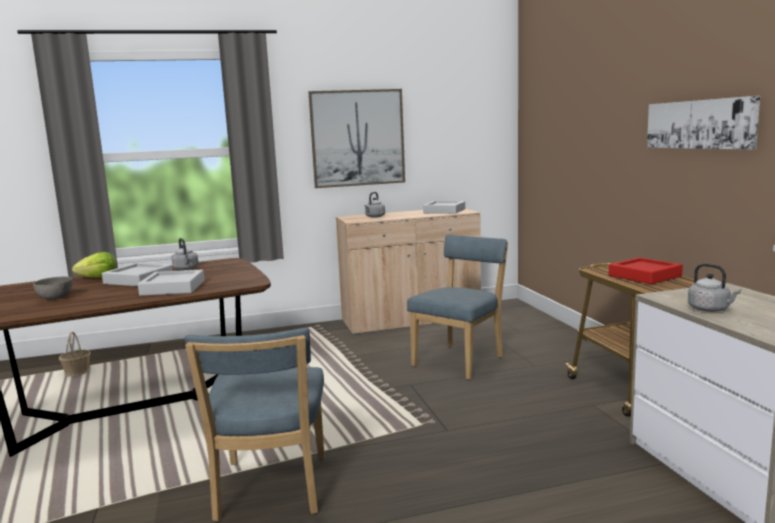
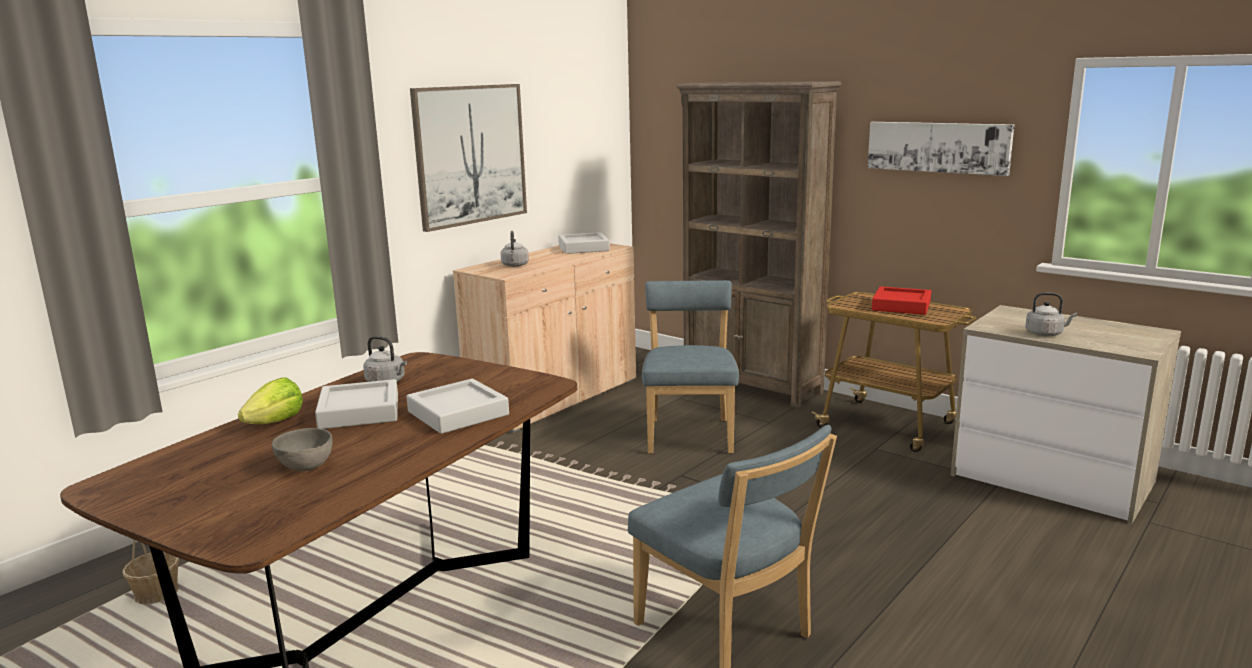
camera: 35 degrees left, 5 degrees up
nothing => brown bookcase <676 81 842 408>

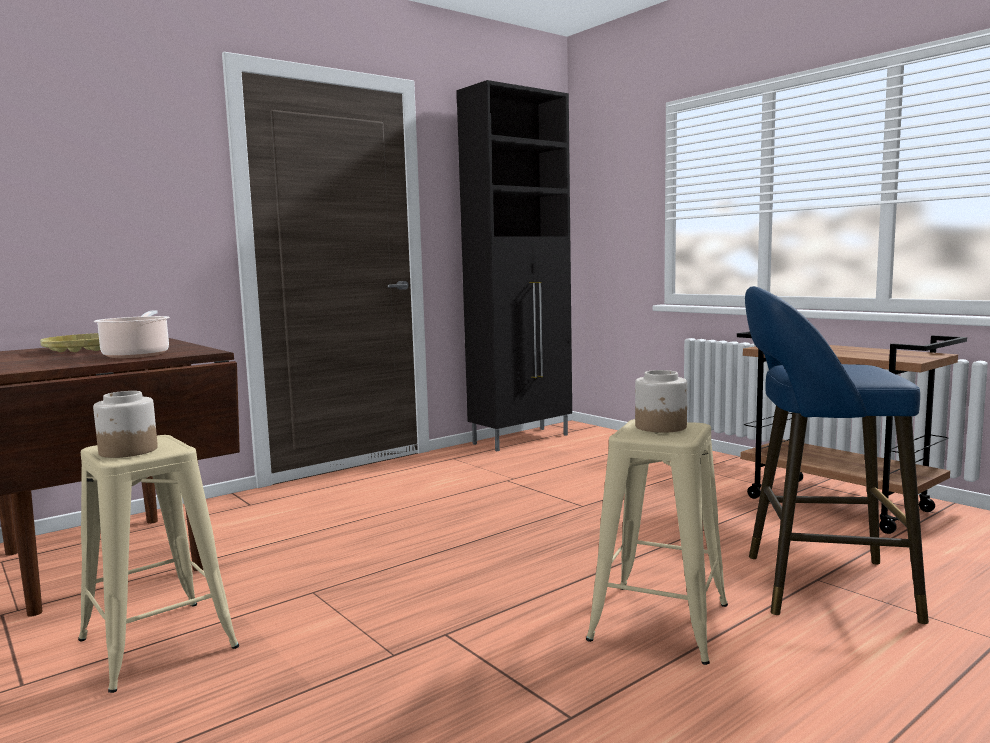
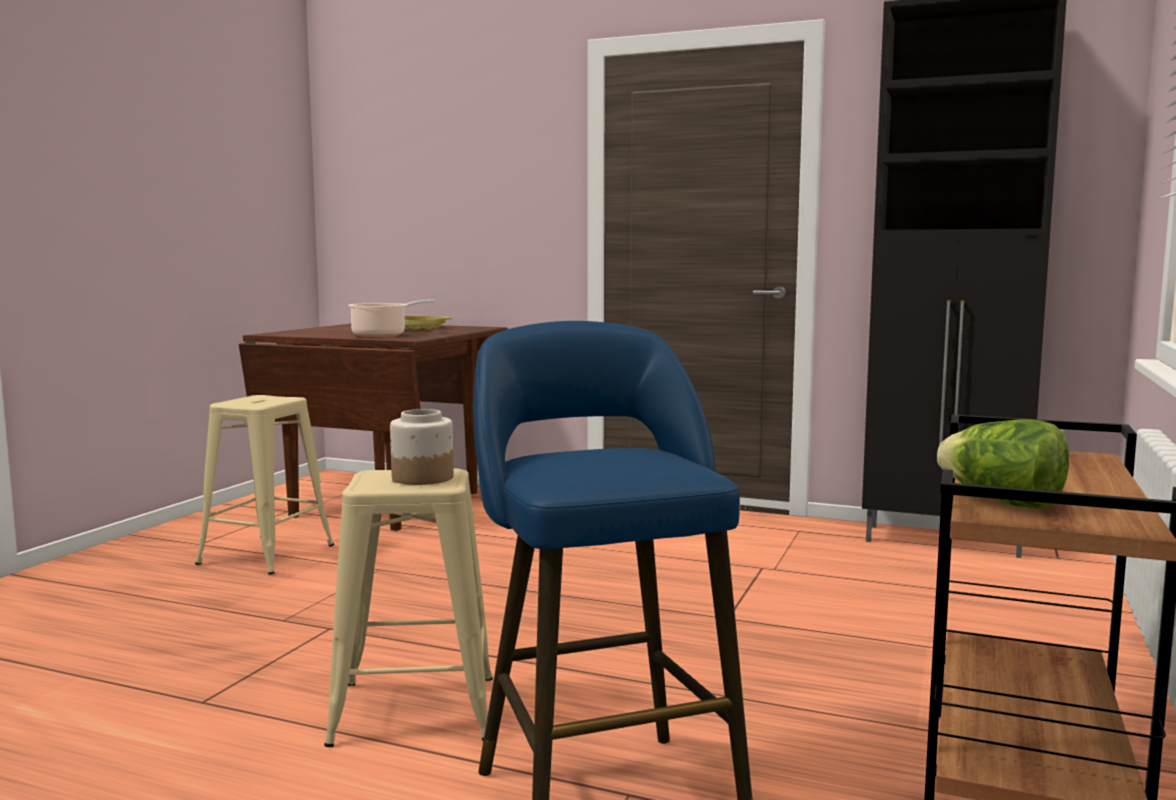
camera: 60 degrees right, 0 degrees up
nothing => lettuce head <937 419 1069 509>
jar <93 391 158 458> => nothing

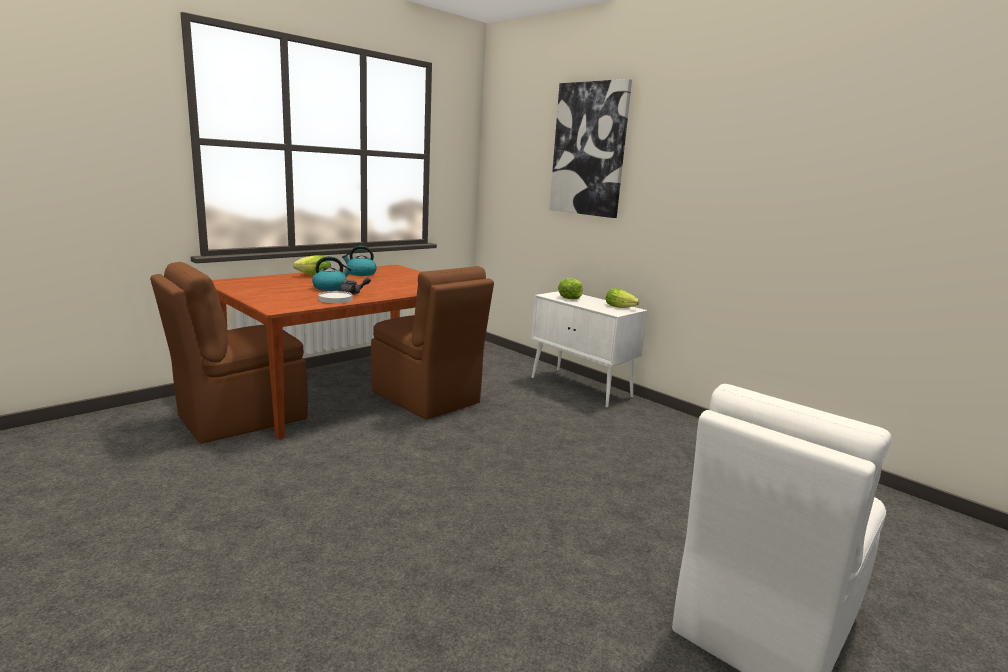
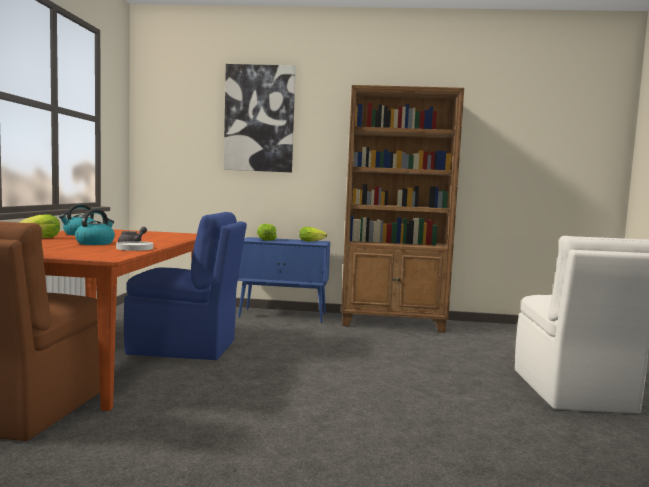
camera: 40 degrees left, 10 degrees down
brown chair <371 266 494 420> => blue chair <124 212 247 360>
white-coloured cupboard <531 291 648 408> => blue cupboard <238 237 330 323>
nothing => brown bookcase <341 85 464 332>

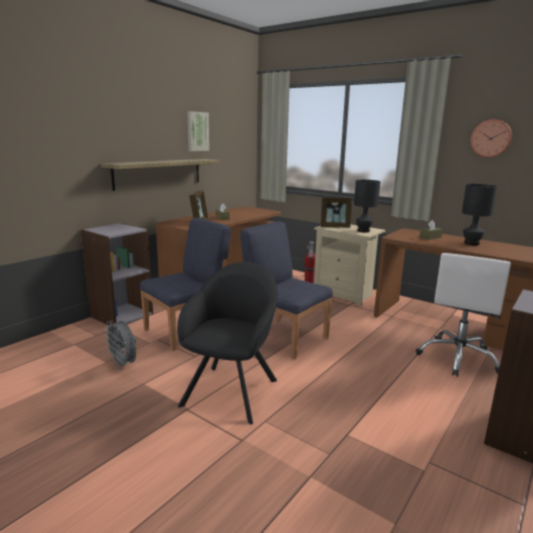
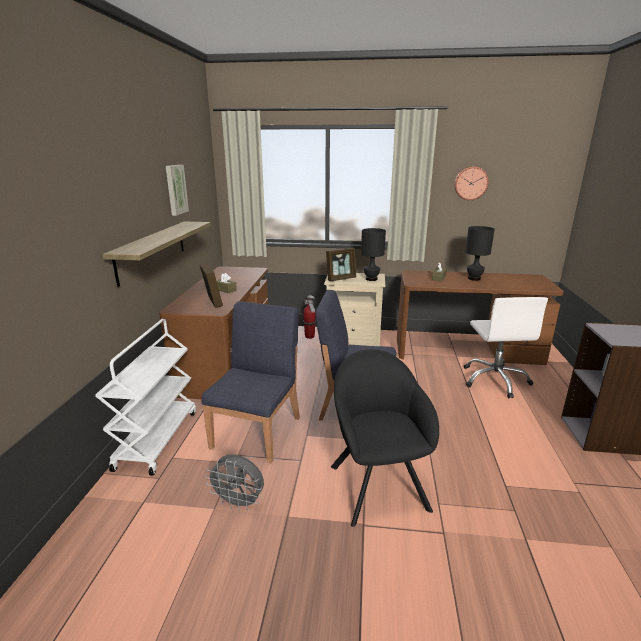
camera: 30 degrees left, 5 degrees up
gray bookcase <81 223 153 325> => white-coloured wheeled cart <95 319 196 476>

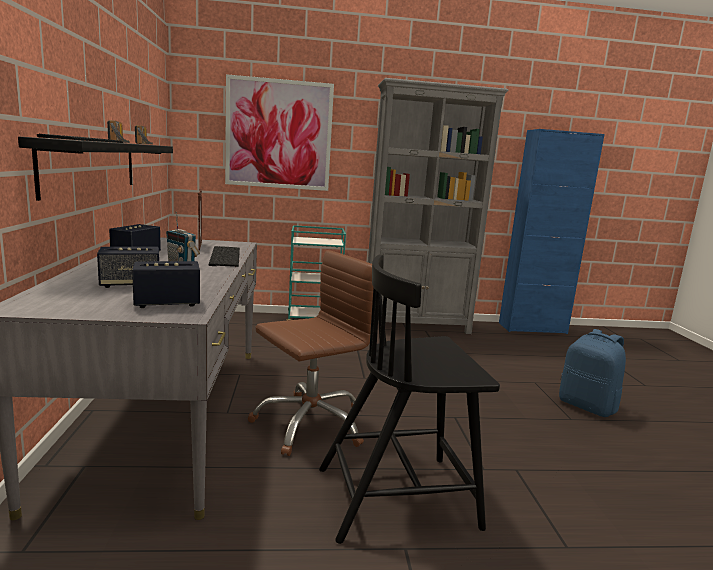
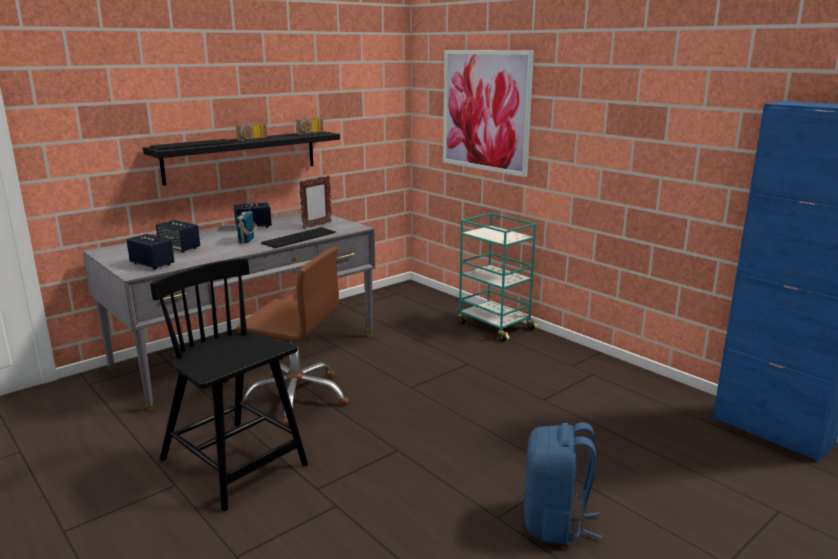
camera: 55 degrees right, 5 degrees up
gray bookcase <368 78 508 334> => nothing

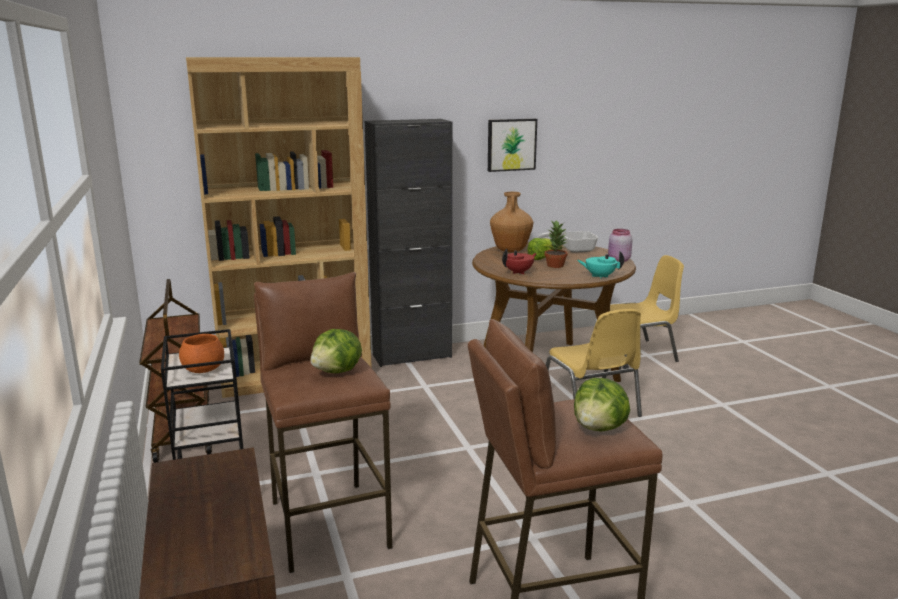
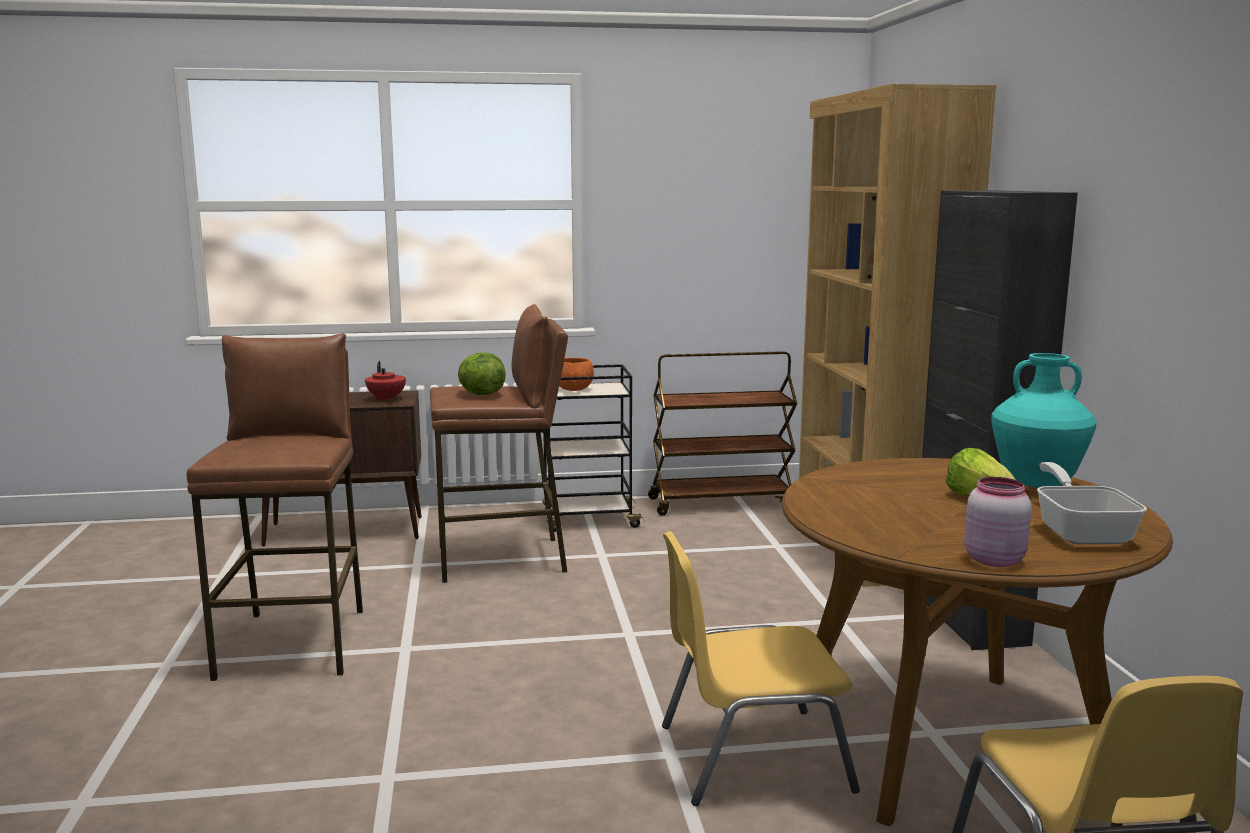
camera: 100 degrees right, 5 degrees down
red teapot <502 249 537 274> => red teapot <365 361 406 401>, move
brown decorative vase <490 192 533 253> => turquoise-coloured decorative vase <991 353 1097 488>
picture <488 119 537 172> => nothing
houseplant <545 220 568 268> => nothing
lettuce head <574 378 630 431> => nothing
turquoise-coloured teapot <577 251 624 278> => nothing

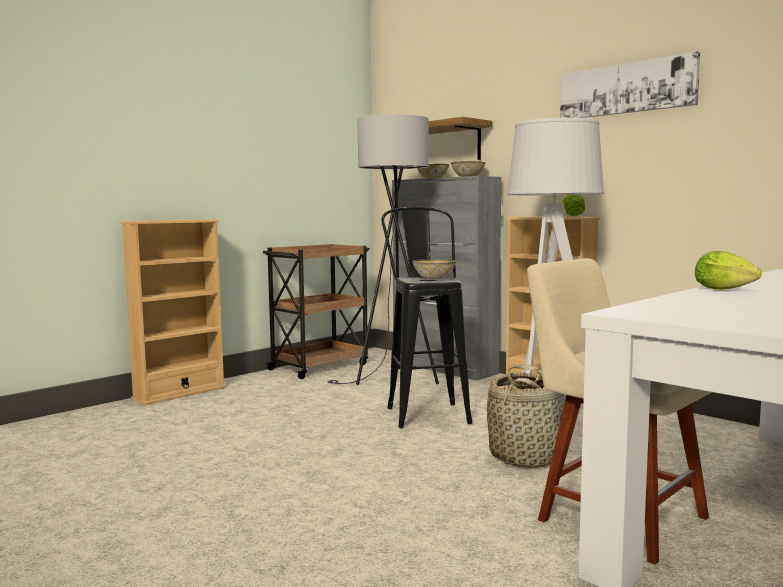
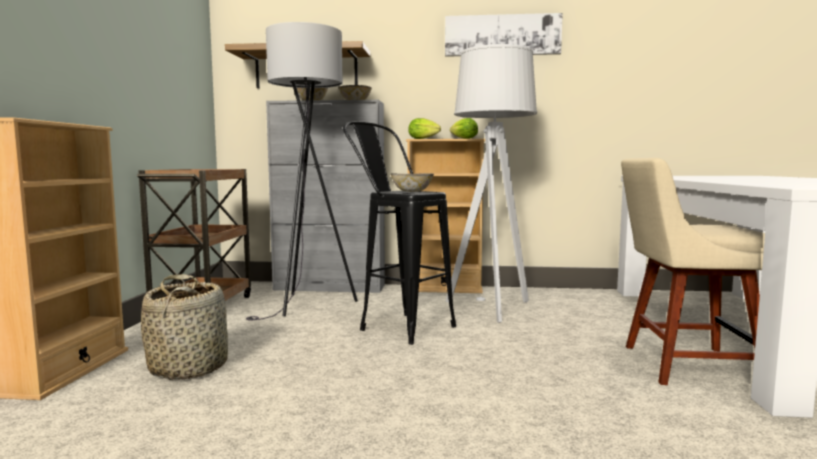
camera: 40 degrees left, 0 degrees up
basket <487 364 565 468> => basket <141 274 228 380>, move
lettuce head <695 251 762 290> => lettuce head <408 118 441 139>, move

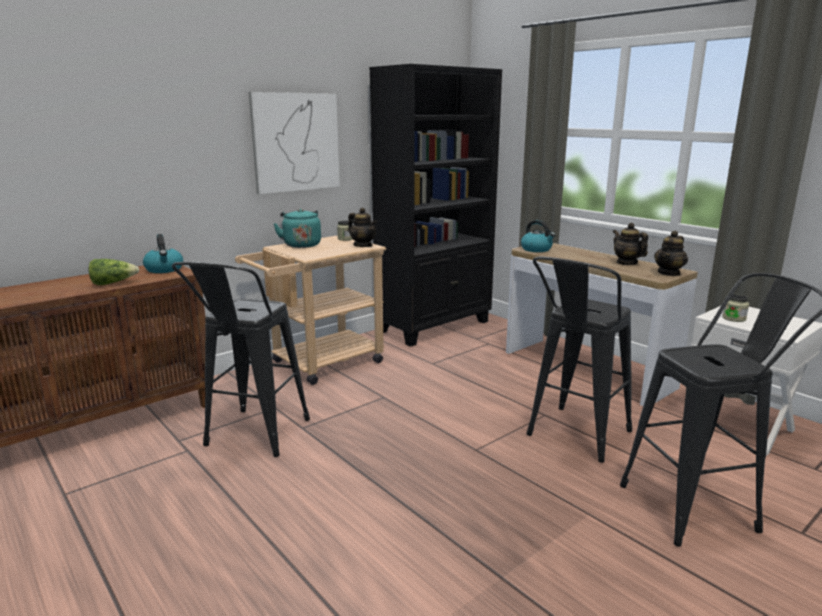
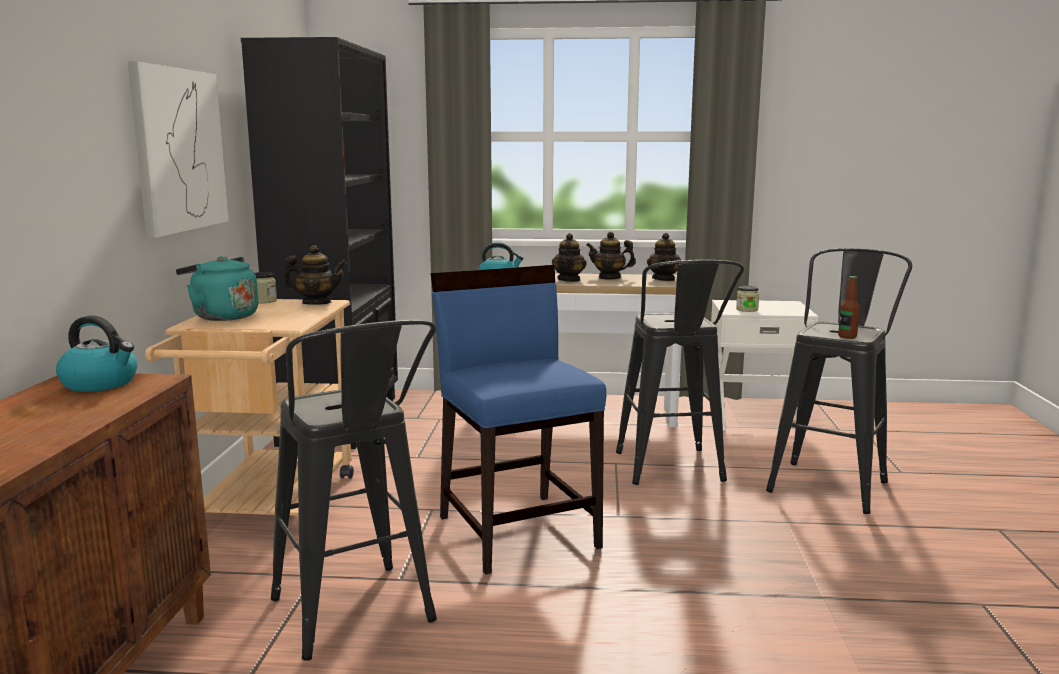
camera: 45 degrees left, 5 degrees down
nothing => blue chair <431 265 607 575>
nothing => teapot <552 233 587 282>
nothing => bottle <838 276 860 339>
lettuce head <89 259 139 285> => nothing

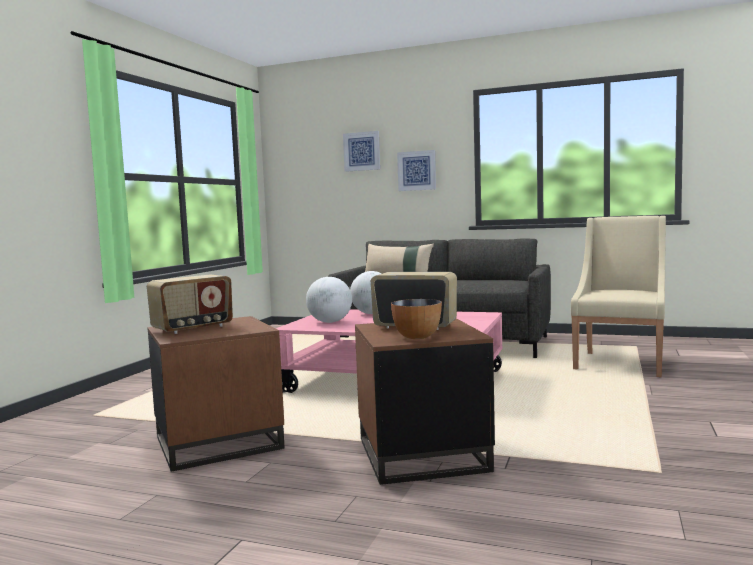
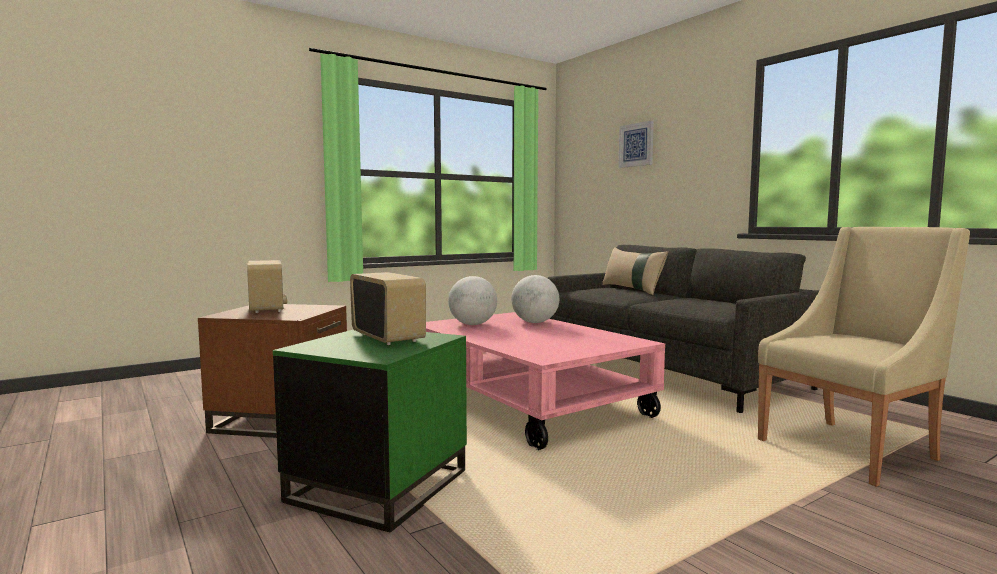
camera: 35 degrees right, 0 degrees up
radio set <147 275 233 334> => radio set <247 260 287 313>, 105 degrees counterclockwise
brown side table <355 318 495 485> => green-coloured side table <273 329 467 532>
bowl <391 299 442 339> => nothing
picture <397 150 436 191> => nothing

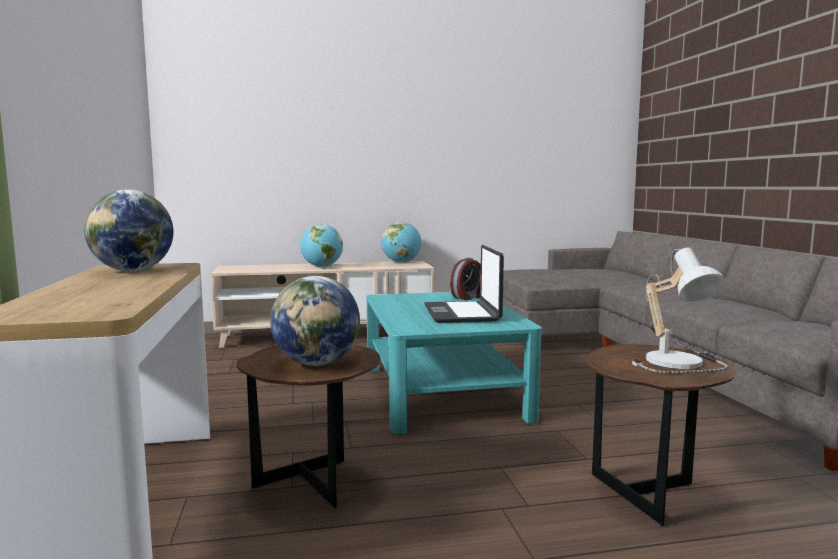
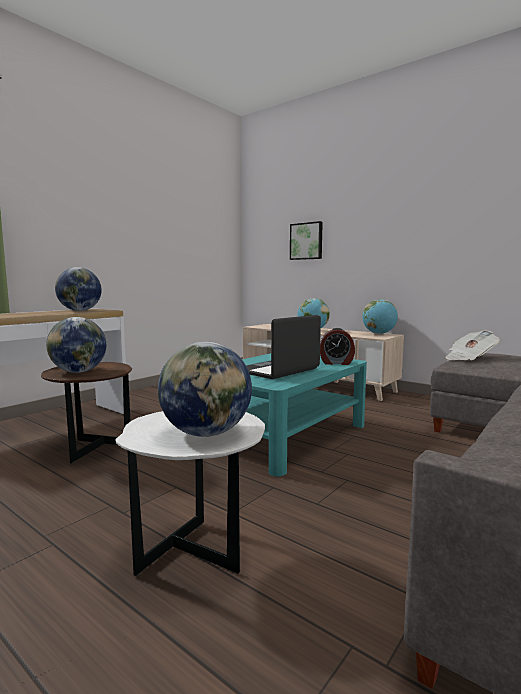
camera: 50 degrees right, 0 degrees up
brown side table <586 344 735 526> => white-coloured side table <115 411 265 576>
tabletop lamp <632 247 728 374> => world globe <158 342 252 437>
nothing => picture <290 221 323 260>
nothing => printed paper <445 330 500 360>

